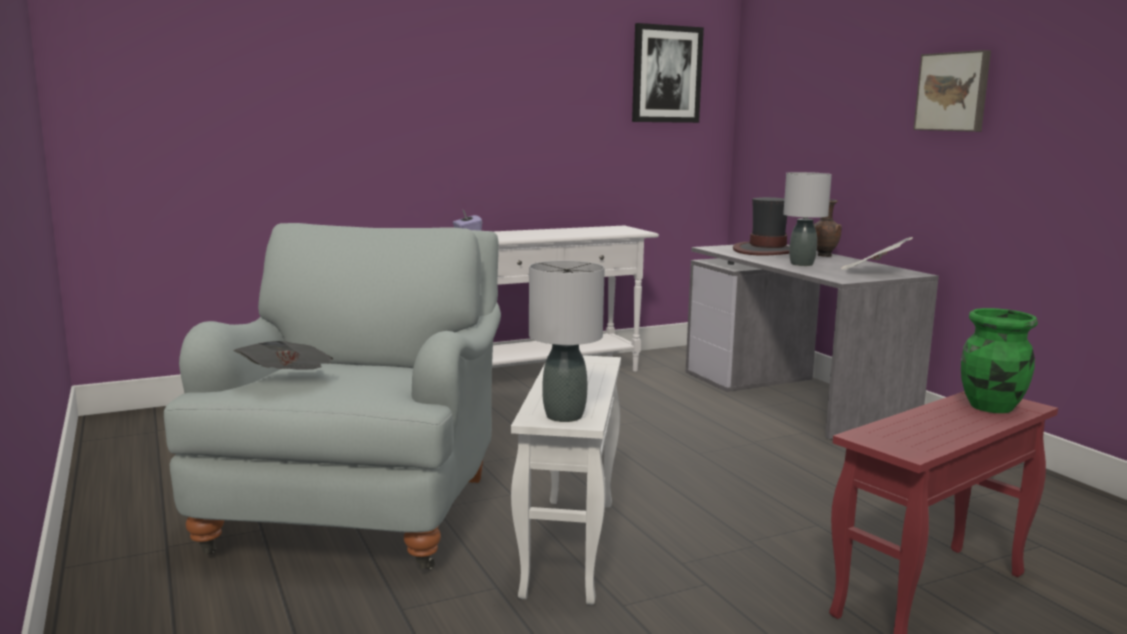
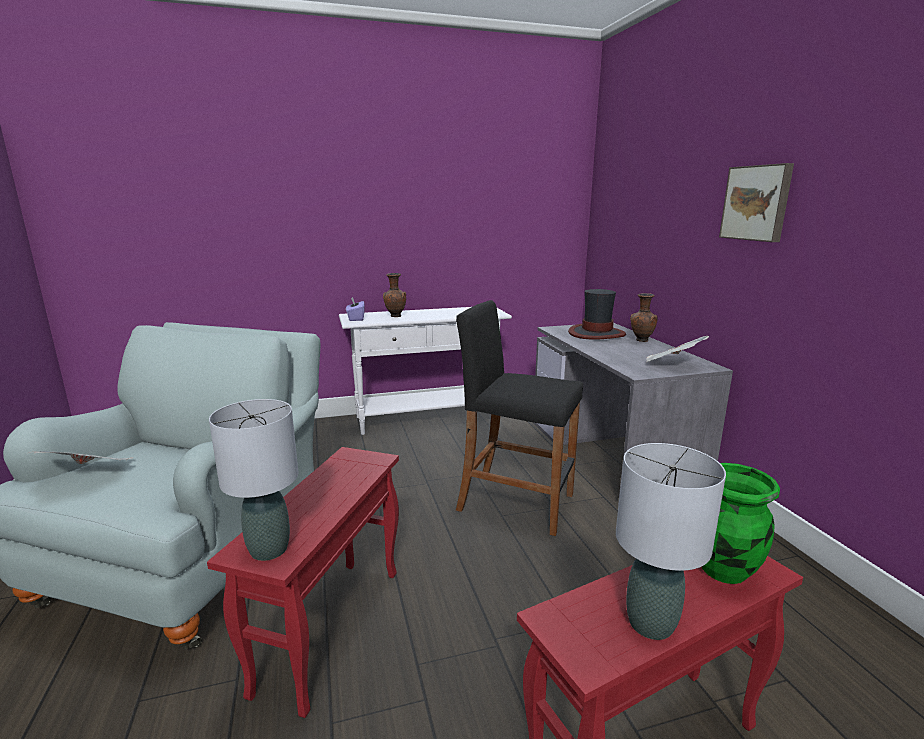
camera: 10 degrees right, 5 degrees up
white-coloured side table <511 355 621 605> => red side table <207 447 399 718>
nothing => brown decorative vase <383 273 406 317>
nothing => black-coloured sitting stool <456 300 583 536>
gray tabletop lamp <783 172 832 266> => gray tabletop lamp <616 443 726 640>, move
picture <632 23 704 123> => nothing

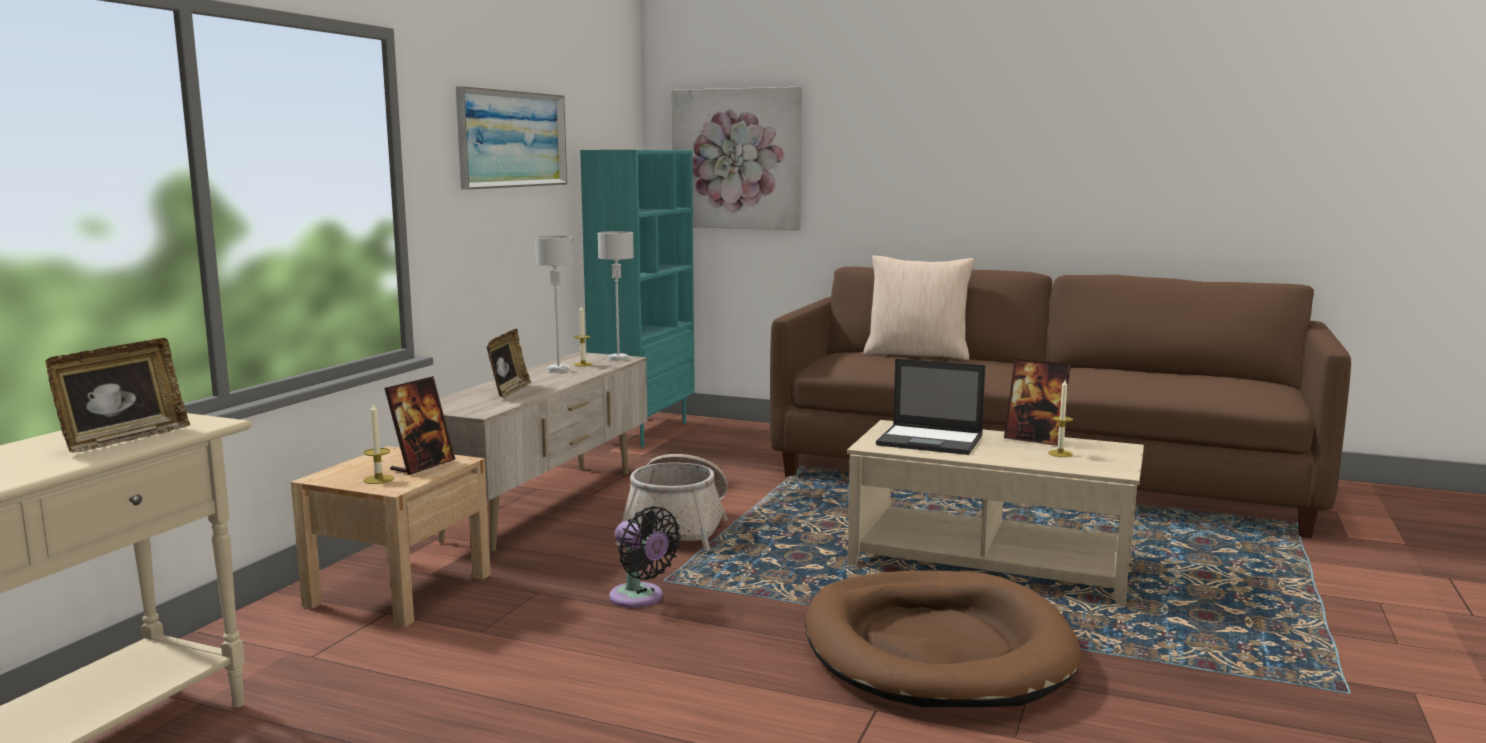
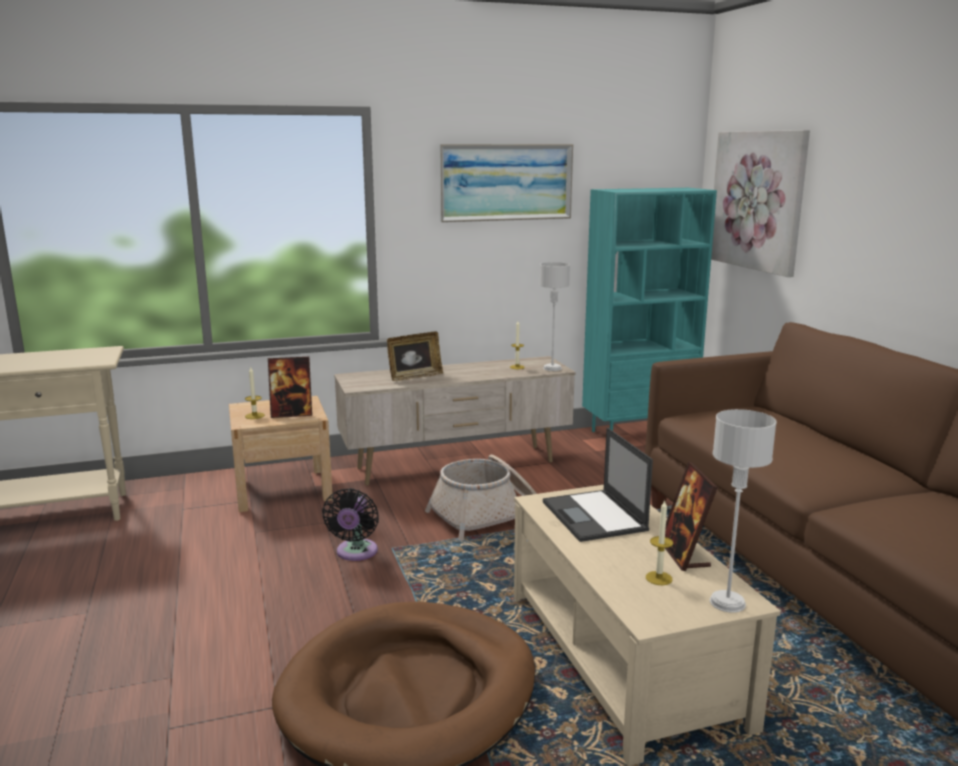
camera: 50 degrees right, 5 degrees up
gray tabletop lamp <535 236 574 373> => gray tabletop lamp <710 409 777 613>, move
standing frame <45 338 190 453> => nothing
beige cushion <863 255 975 360> => nothing

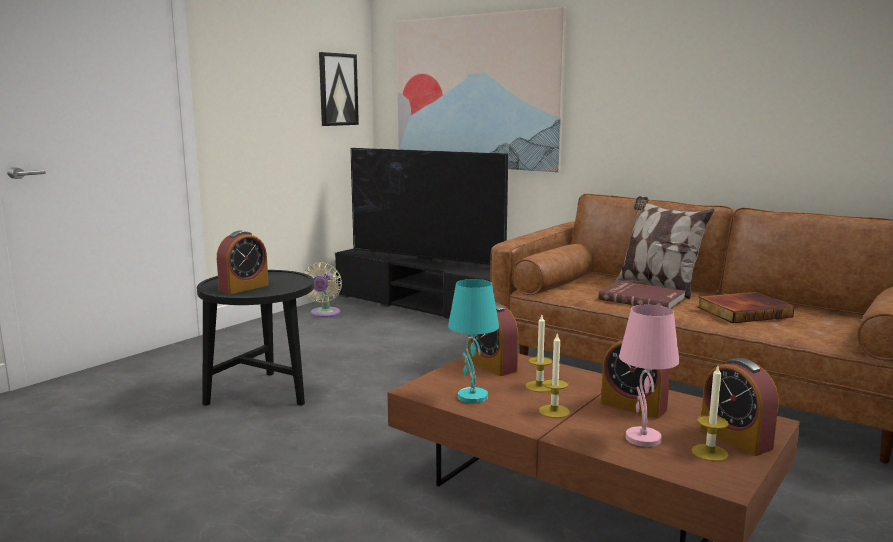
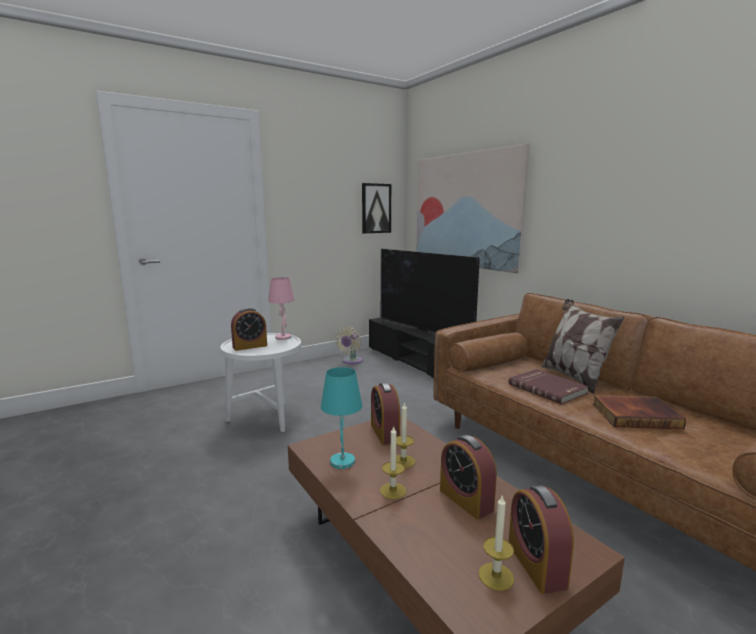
camera: 20 degrees right, 0 degrees up
black-coloured side table <197 270 314 406> => white-coloured side table <221 333 301 432>
pink tabletop lamp <619 305 679 447> => pink tabletop lamp <268 277 295 340>, move

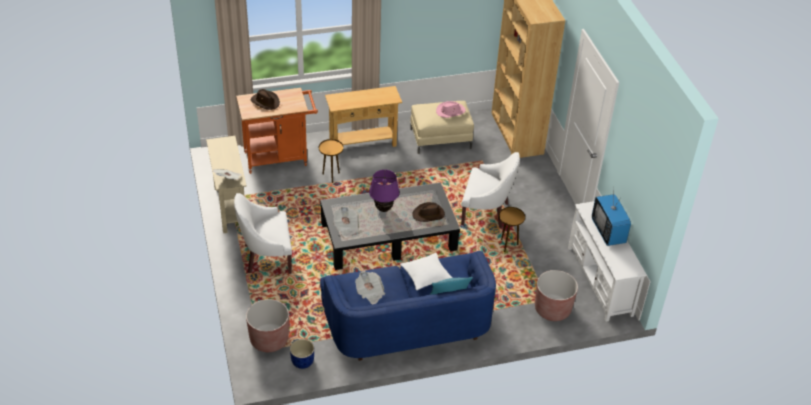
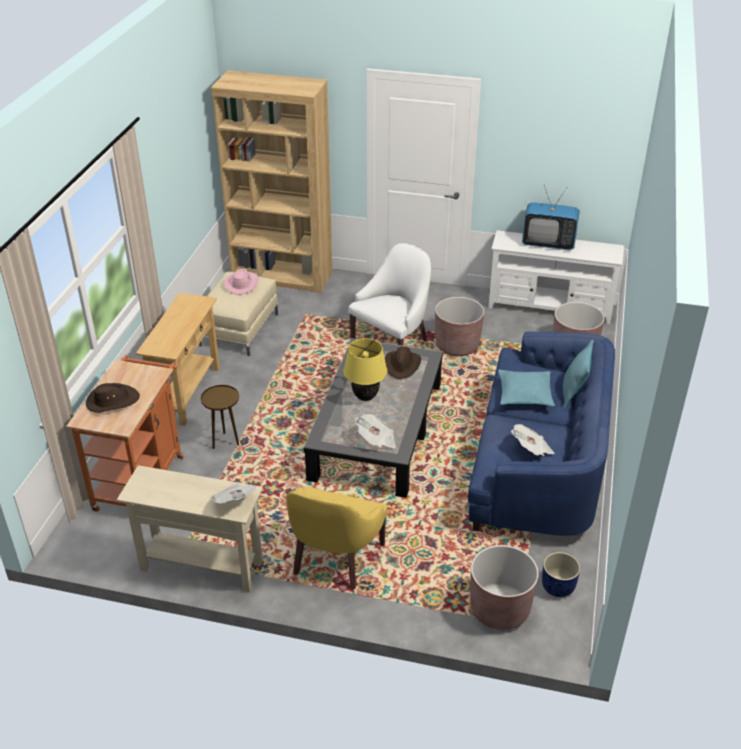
camera: 60 degrees left, 5 degrees down
white-coloured armchair <234 193 292 274> => yellowish armchair <286 486 388 589>
purple-coloured tabletop lamp <369 169 400 212> => yellowish tabletop lamp <343 338 388 401>
brown side table <499 207 525 252> => brown flower pot <435 297 484 356>
white-coloured cushion <400 253 453 290> => turquoise-coloured cushion <498 370 555 407>

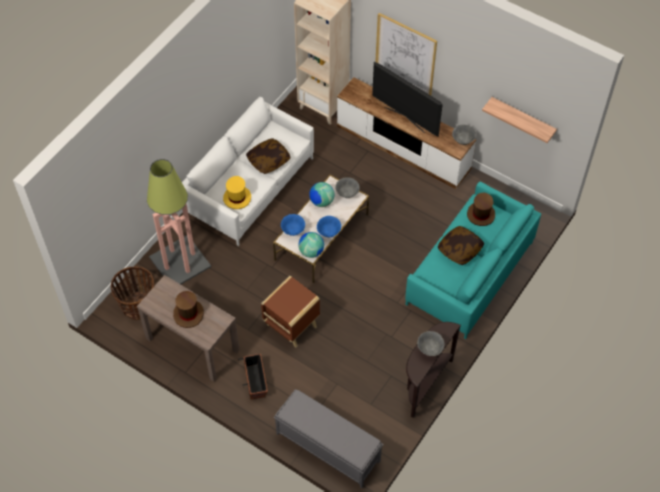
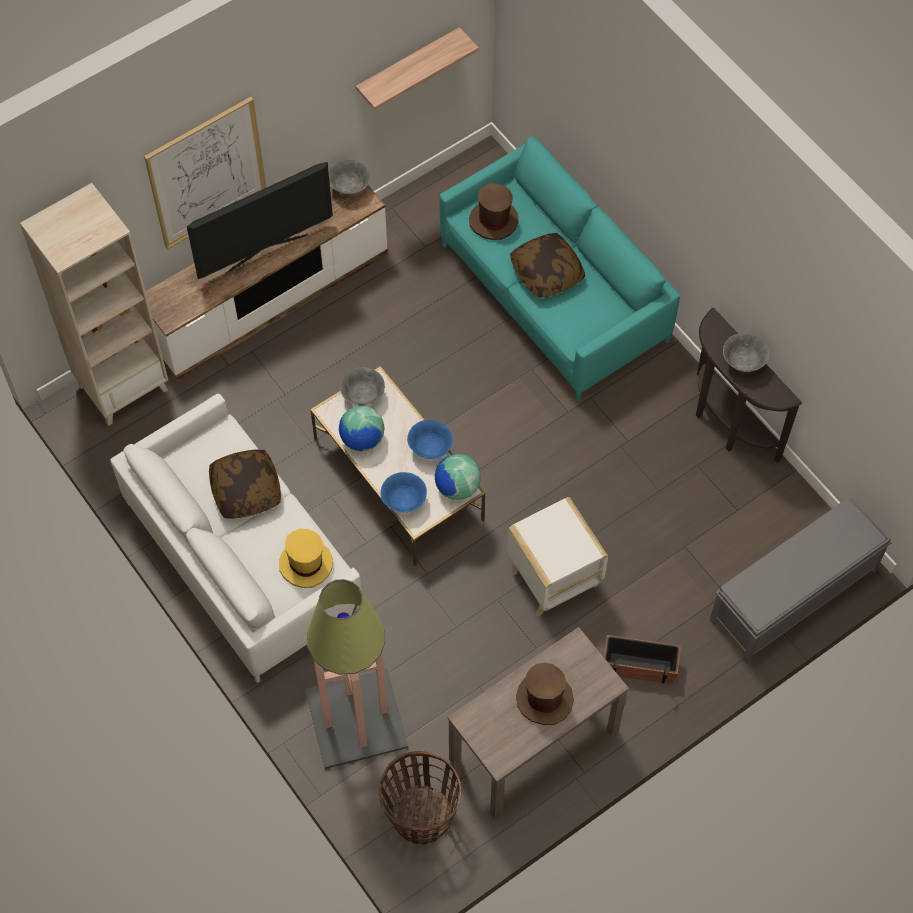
camera: 70 degrees left, 5 degrees up
brown side table <261 276 320 347> => white-coloured side table <507 497 608 617>

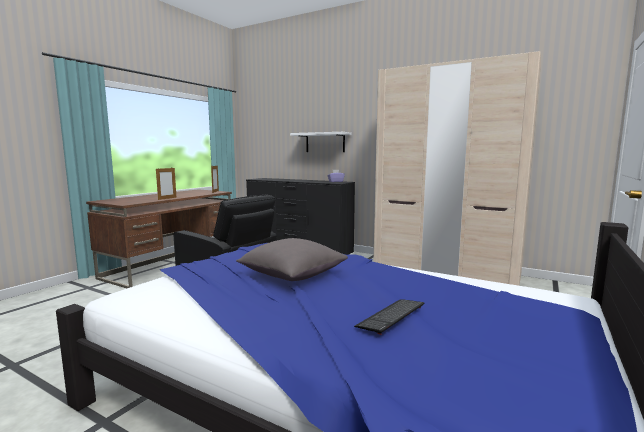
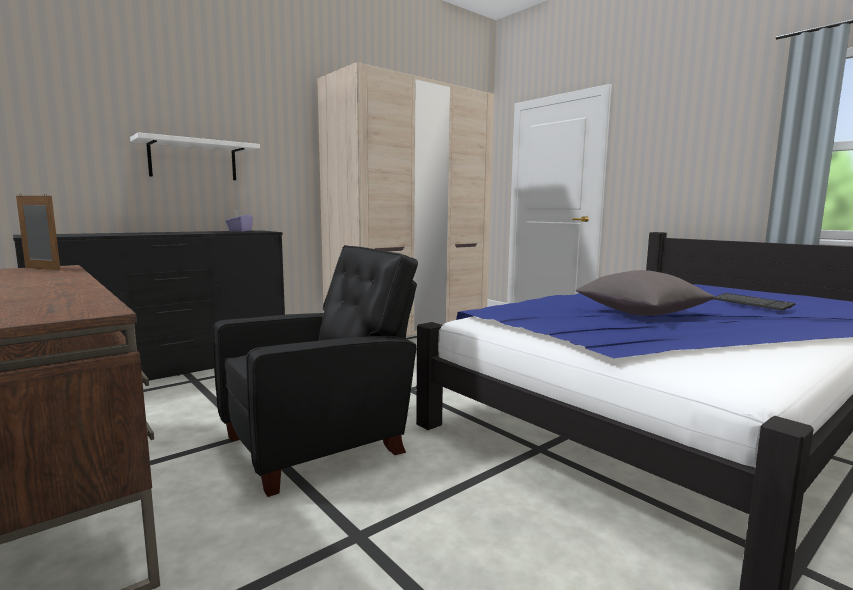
camera: 70 degrees left, 0 degrees up
standing frame <156 168 176 200> => nothing

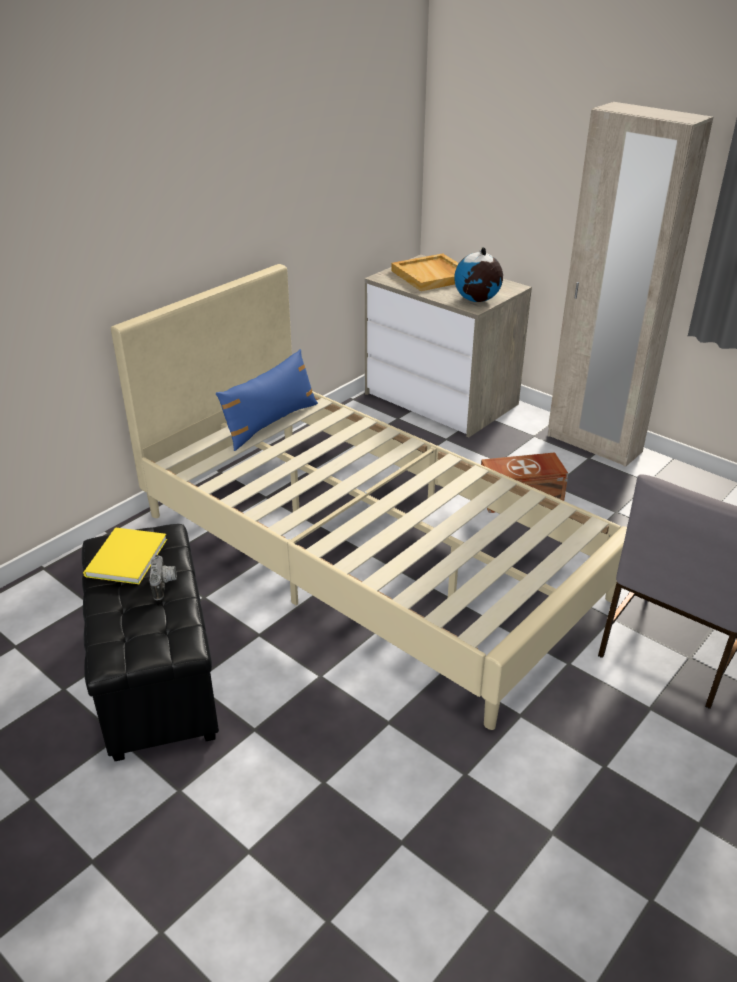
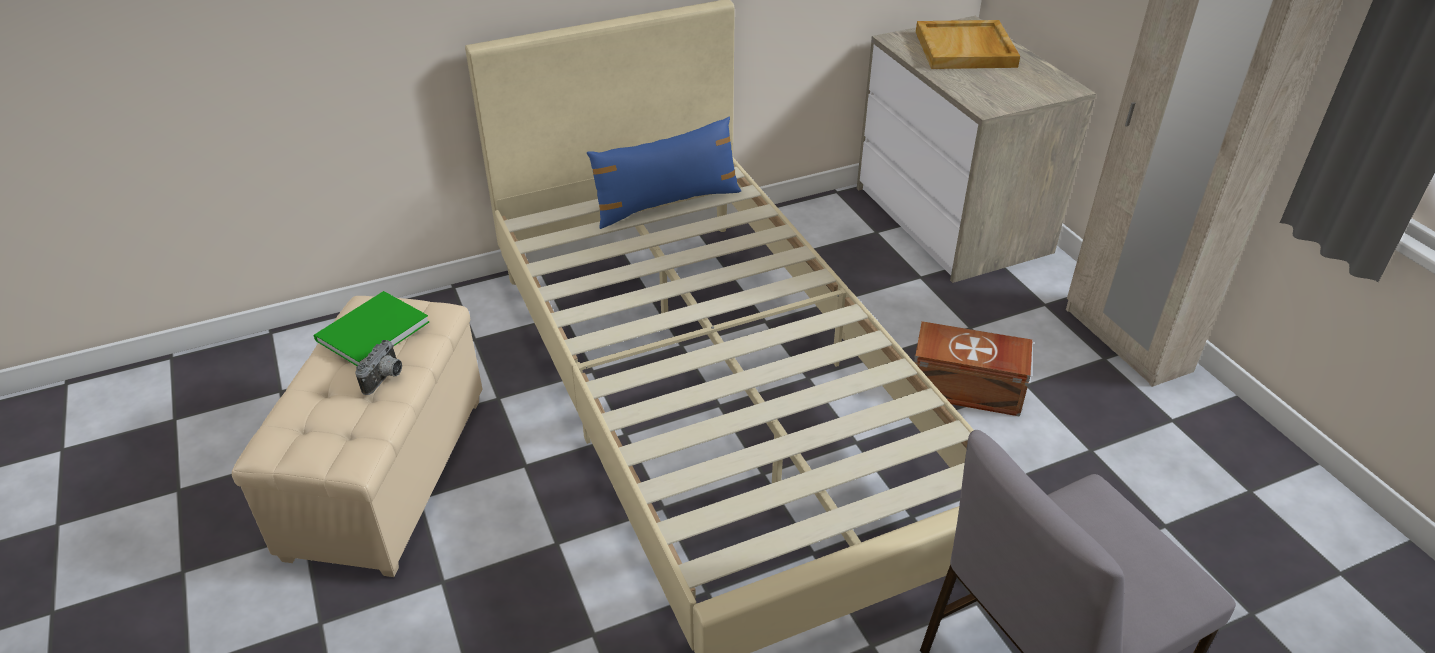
camera: 25 degrees right, 5 degrees up
black-coloured ottoman <82 524 219 761> => beige ottoman <232 296 482 577>
yellowish volume <83 527 167 584> => green-coloured volume <314 291 429 366>
world globe <454 247 503 302> => nothing

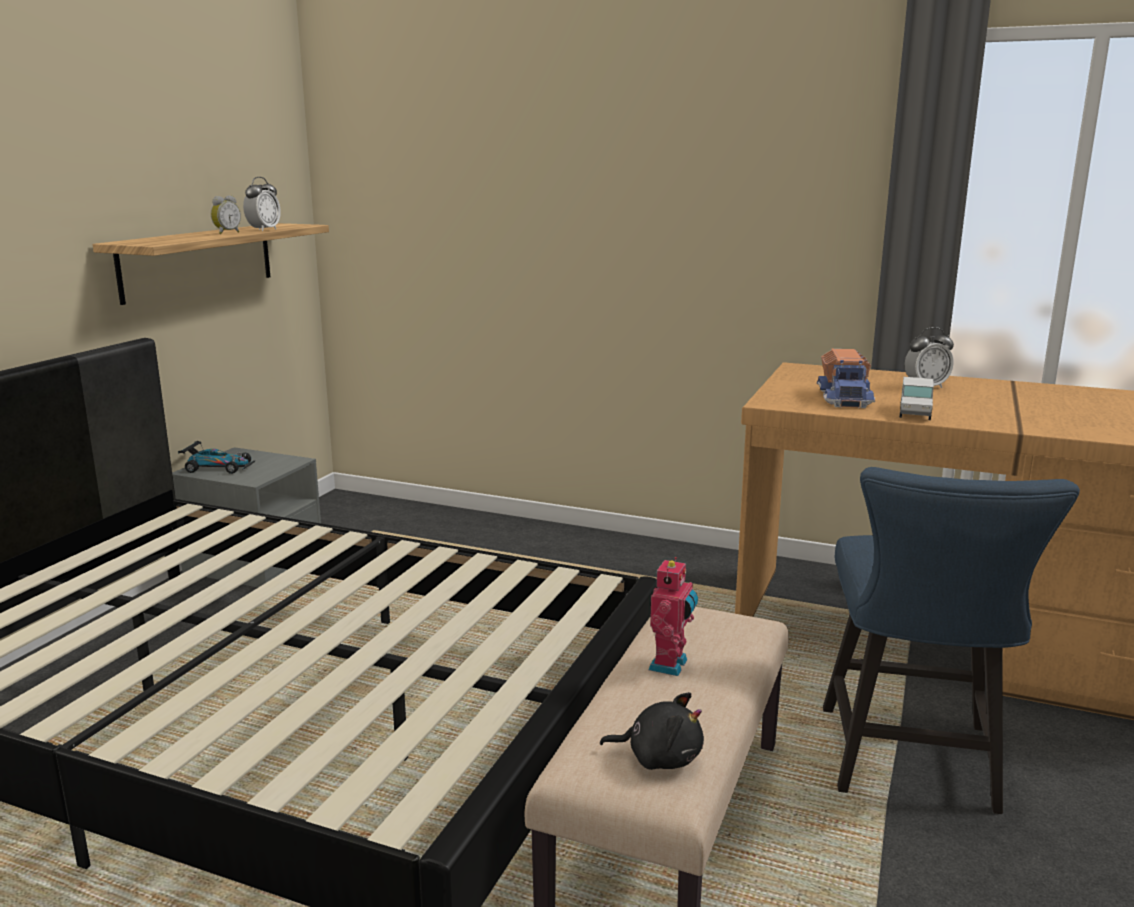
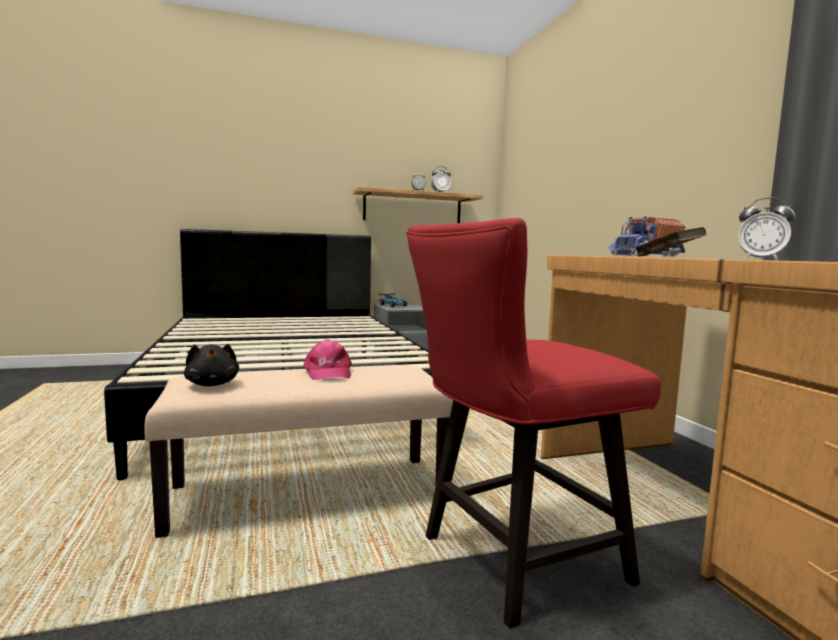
camera: 50 degrees right, 10 degrees down
model robot <649 557 698 676> => pink baseball cap <303 339 352 380>
blue chair <823 467 1080 814> => red chair <407 218 661 628>
toy lorry <899 377 934 420> => brown volume <635 227 706 257>

